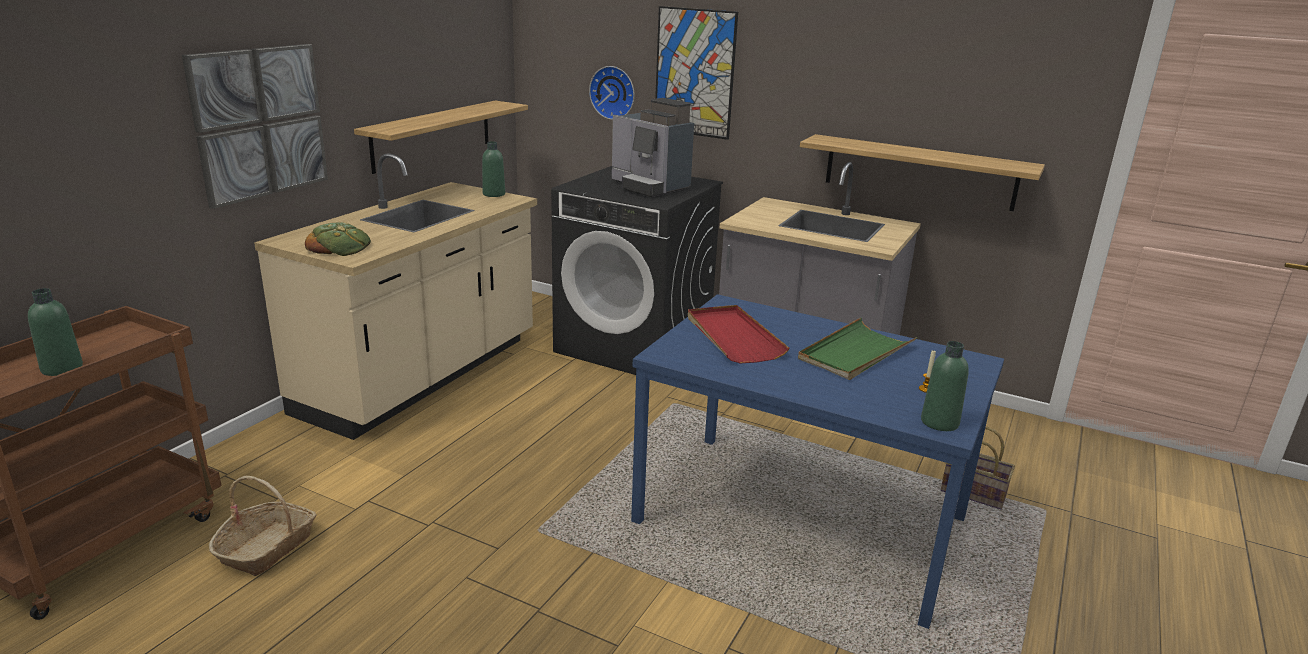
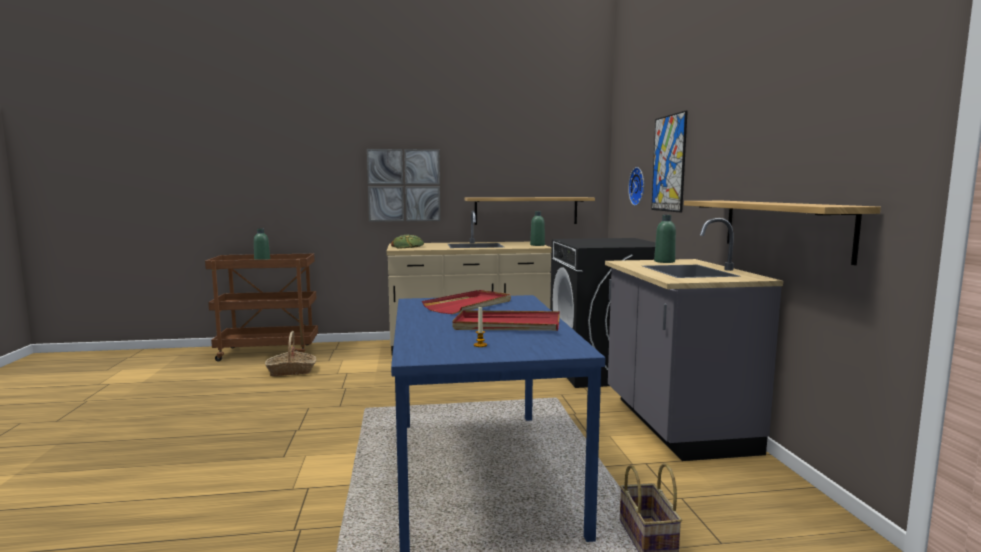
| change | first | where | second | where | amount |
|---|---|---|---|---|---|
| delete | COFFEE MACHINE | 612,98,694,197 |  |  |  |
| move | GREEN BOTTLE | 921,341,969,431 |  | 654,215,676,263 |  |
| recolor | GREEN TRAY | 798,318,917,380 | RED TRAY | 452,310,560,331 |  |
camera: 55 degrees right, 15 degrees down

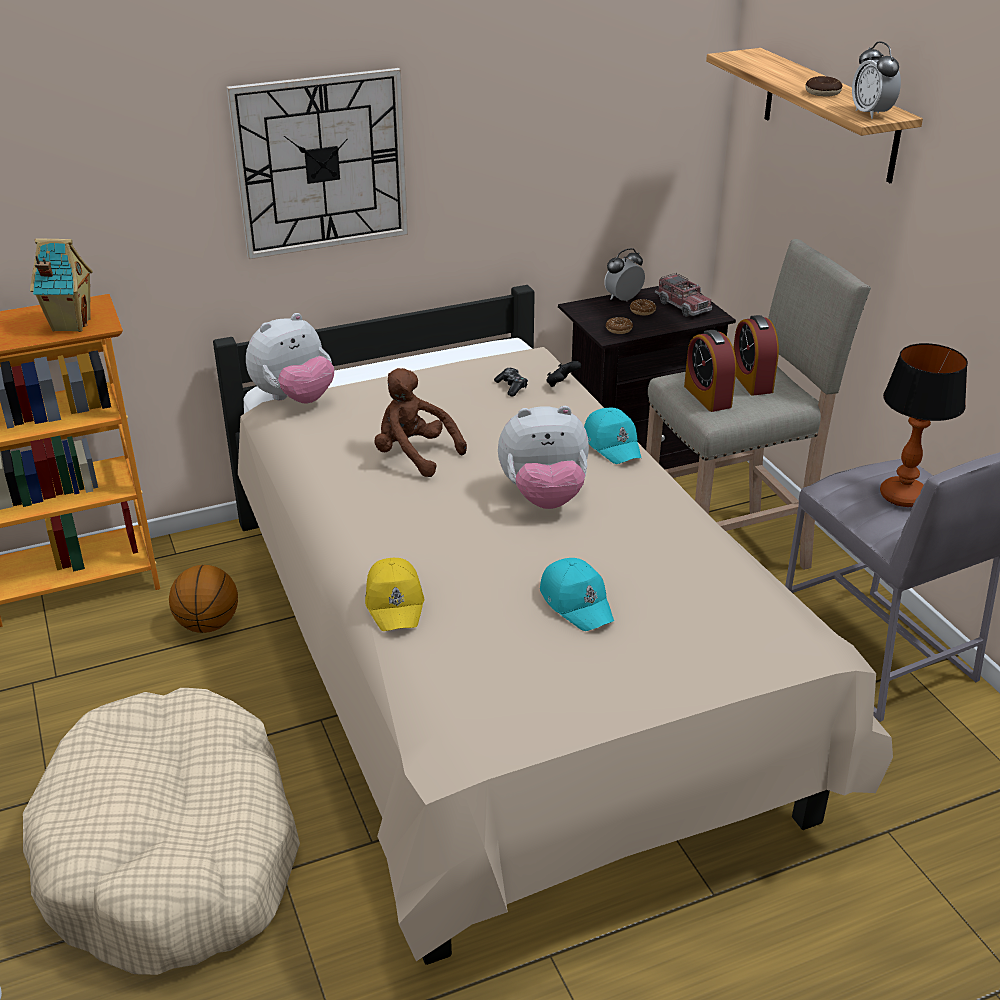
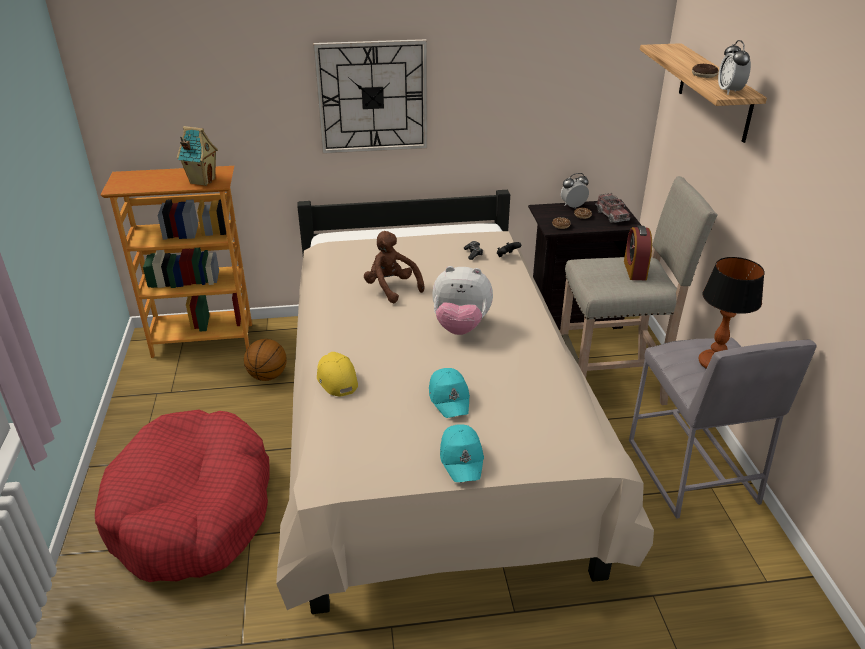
| change | first | where | second | where | amount |
|---|---|---|---|---|---|
| delete | PLUSH TOY | 246,313,334,404 |  |  |  |
| delete | ALARM CLOCK | 684,330,736,412 |  |  |  |
| move | TURQUOISE CAP | 584,408,641,464 |  | 440,424,484,482 |  |
| recolor | BEIGE DOG BED | 23,688,300,975 | RED DOG BED | 95,409,269,582 |  |
| rotate | YELLOW CAP | 365,558,424,631 |  | 317,352,358,397 | 150 degrees clockwise |
camera: 15 degrees right, 0 degrees up

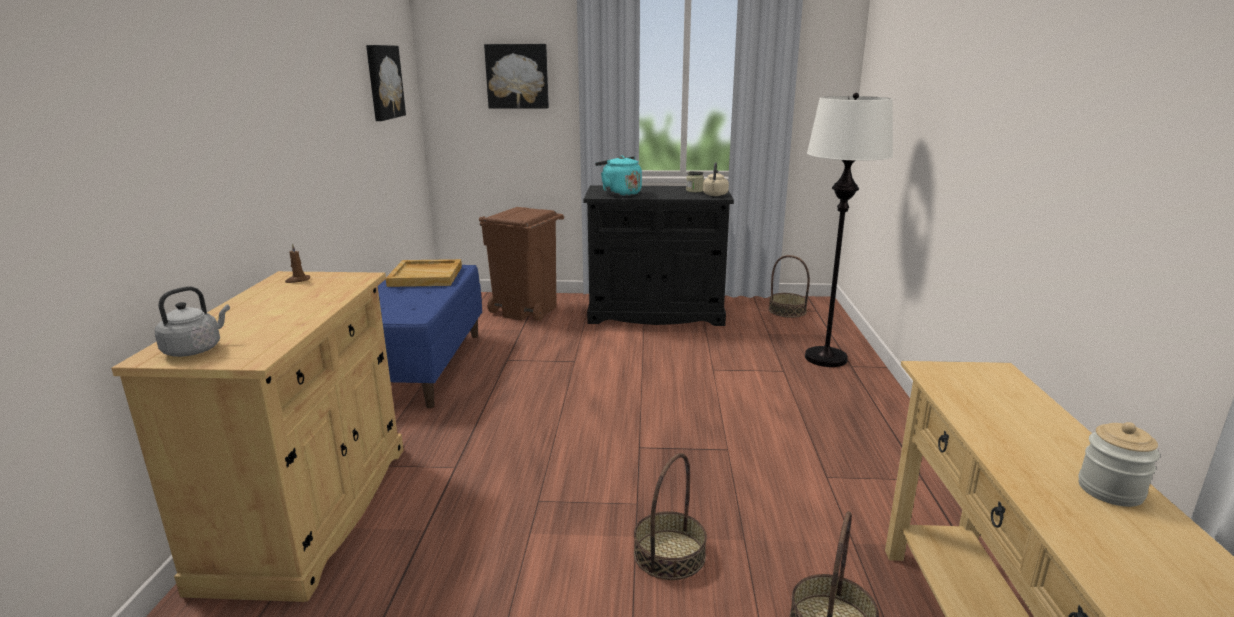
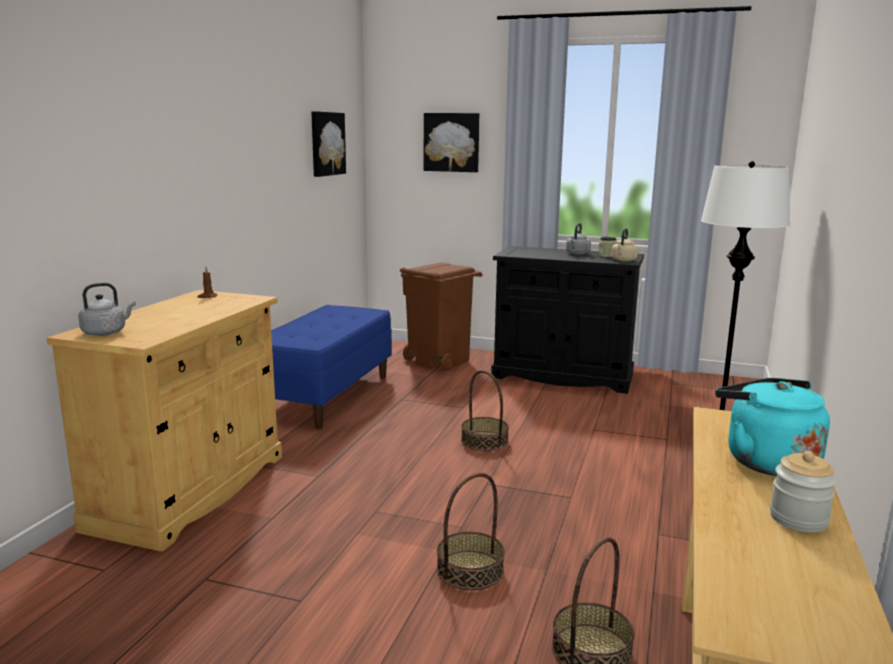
| change | first | where | second | where | amount |
|---|---|---|---|---|---|
| delete | BEIGE TRAY | 386,259,462,287 |  |  |  |
| insert |  |  | GREY KETTLE | 566,223,591,255 |  |
| move | TURQUOISE KETTLE | 595,156,642,196 |  | 715,378,830,476 |  |
| move | BASKET | 769,255,810,318 |  | 461,370,509,451 |  |
camera: 15 degrees right, 5 degrees down

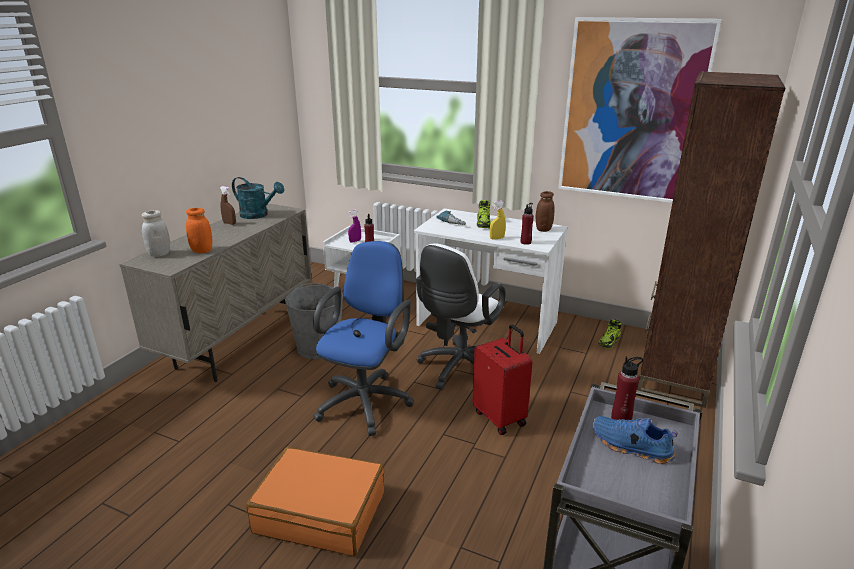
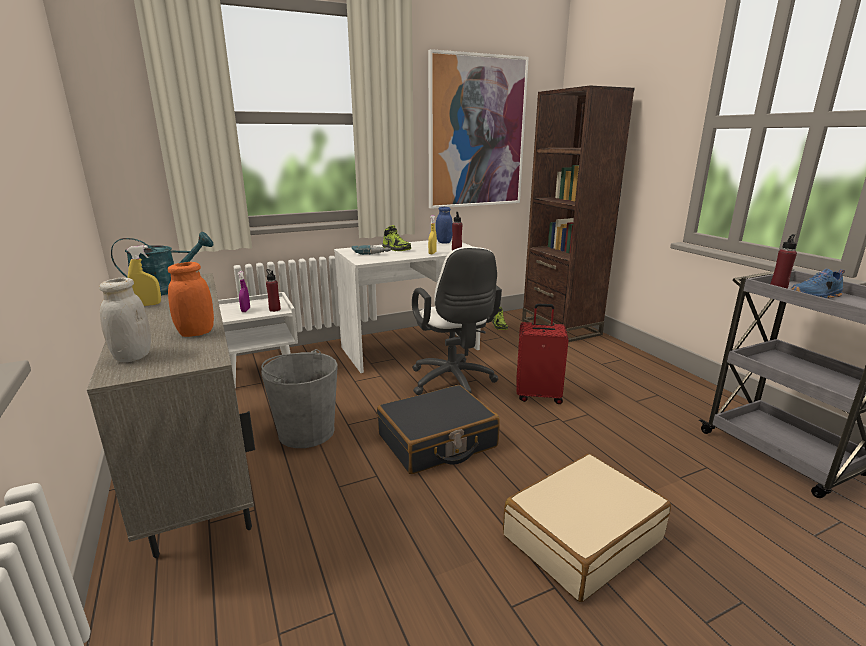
| change | first | where | second | where | amount |
|---|---|---|---|---|---|
| replace | BLUE OFFICE CHAIR | 313,241,414,436 | BLACK SUITCASE | 377,385,500,474 |  |
| recolor | BROWN SPRAY BOTTLE | 220,186,236,225 | YELLOW SPRAY BOTTLE | 126,245,161,306 |  |
| recolor | ORANGE SUITCASE | 246,447,384,556 | BEIGE SUITCASE | 503,454,671,602 |  |
| recolor | BROWN JAR | 536,191,555,232 | BLUE JAR | 436,207,453,243 |  |
camera: 50 degrees left, 5 degrees down

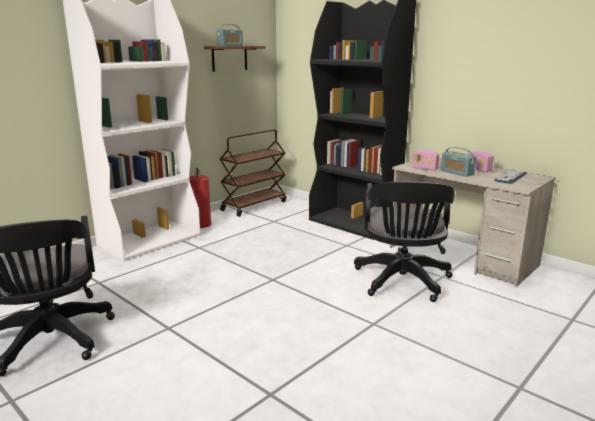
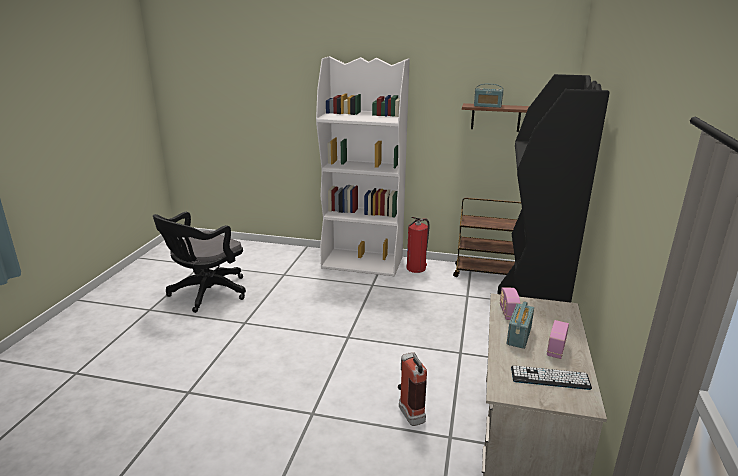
| change | first | where | second | where | amount |
|---|---|---|---|---|---|
| replace | BLACK OFFICE CHAIR | 354,181,455,302 | FIRE EXTINGUISHER | 398,352,427,426 |  |
camera: 60 degrees right, 5 degrees up

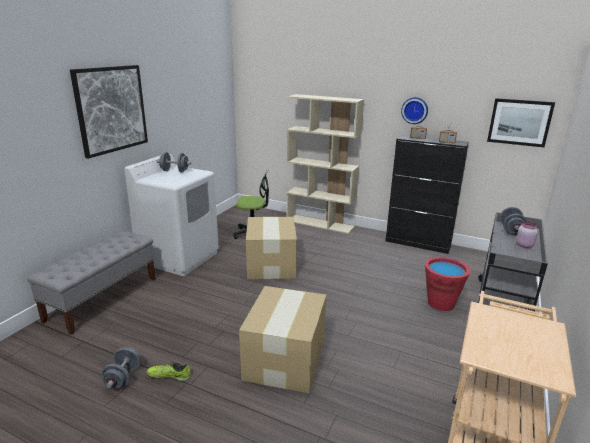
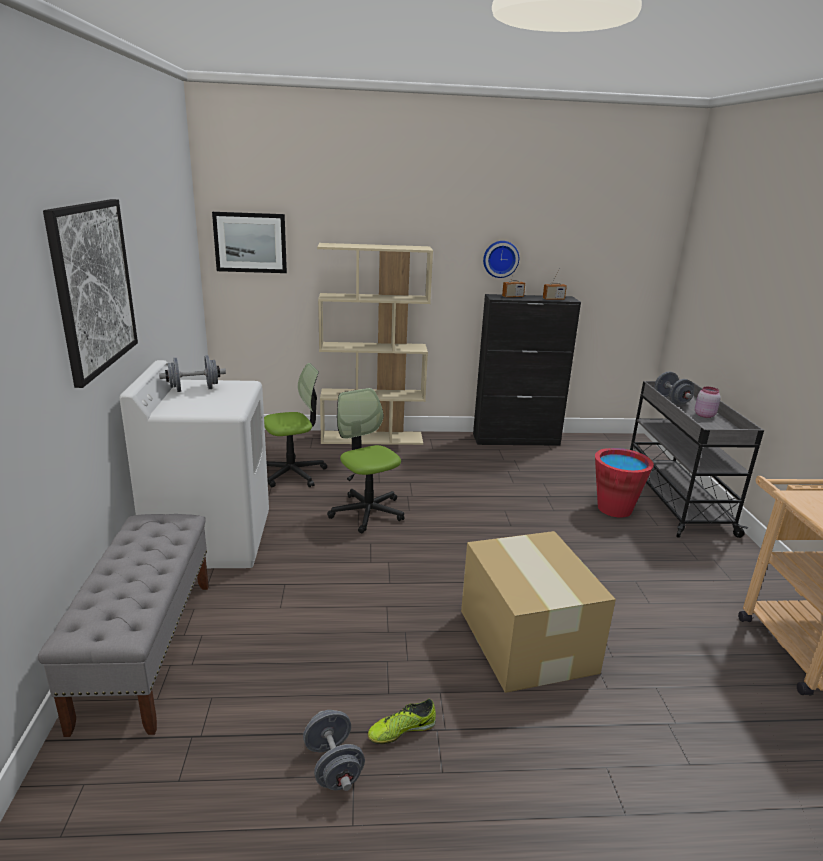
| change | first | where | second | where | amount |
|---|---|---|---|---|---|
| move | PICTURE | 487,98,555,147 |  | 212,212,287,273 |  |
| replace | CARDBOARD BOX | 246,217,297,279 | OFFICE CHAIR | 327,388,404,533 |  |
camera: 30 degrees left, 0 degrees up

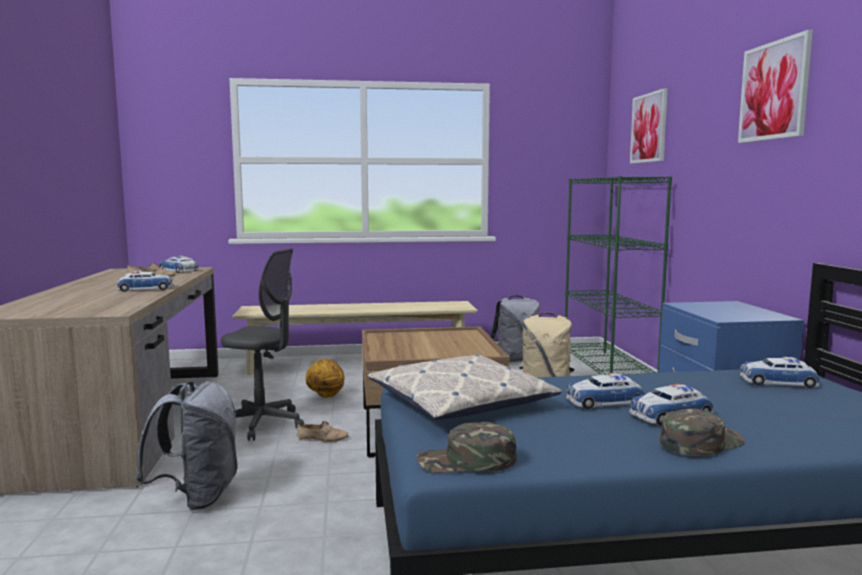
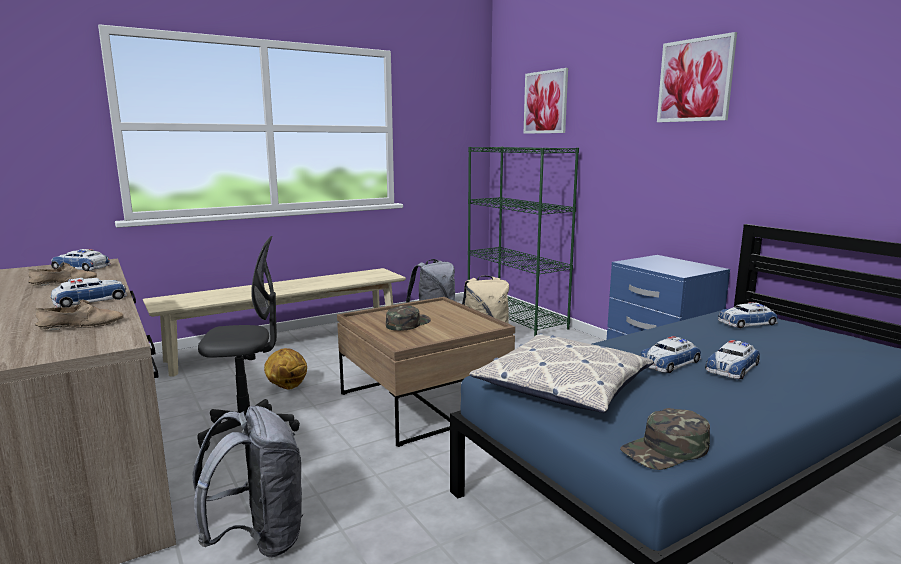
| change | first | where | second | where | amount |
|---|---|---|---|---|---|
| move | BEIGE SHOE | 296,421,348,442 |  | 35,299,123,331 |  |
| move | GREEN CAP | 660,408,744,456 |  | 386,305,431,331 |  |
camera: 25 degrees left, 5 degrees up

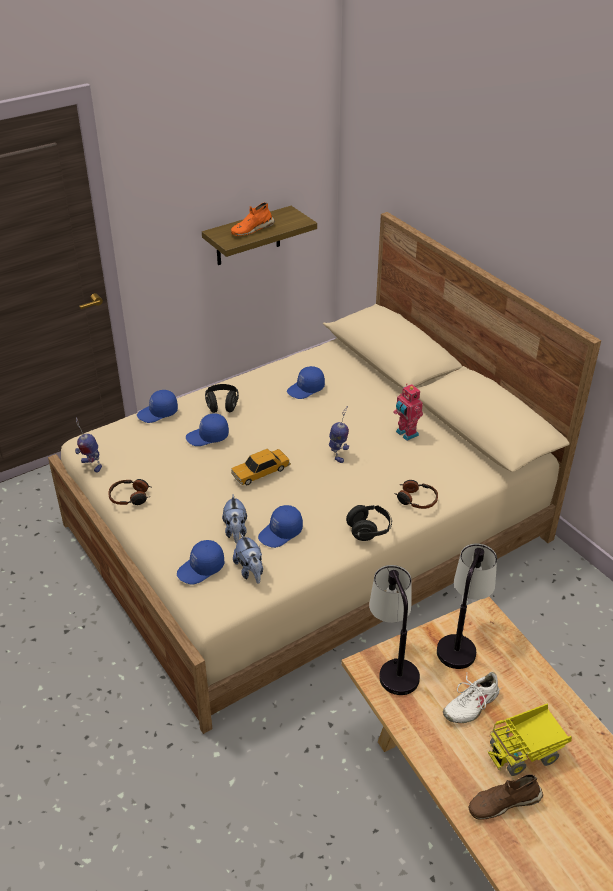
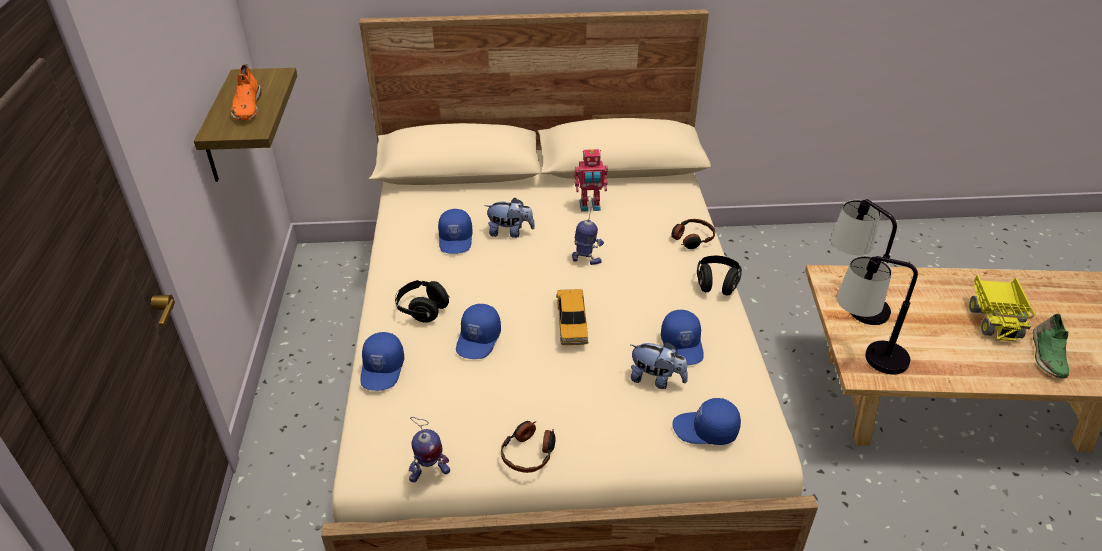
| change | first | where | second | where | amount |
|---|---|---|---|---|---|
| delete | WHITE SHOE | 443,672,500,723 |  |  |  |
| move | PLUSH TOY | 233,534,263,584 |  | 484,198,535,238 |  |
| recolor | BROWN SHOE | 468,774,543,819 | GREEN SHOE | 1033,313,1069,378 |  |
| rotate | BLUE CAP | 177,540,224,585 |  | 673,398,741,445 | 105 degrees clockwise |
camera: 60 degrees left, 0 degrees up

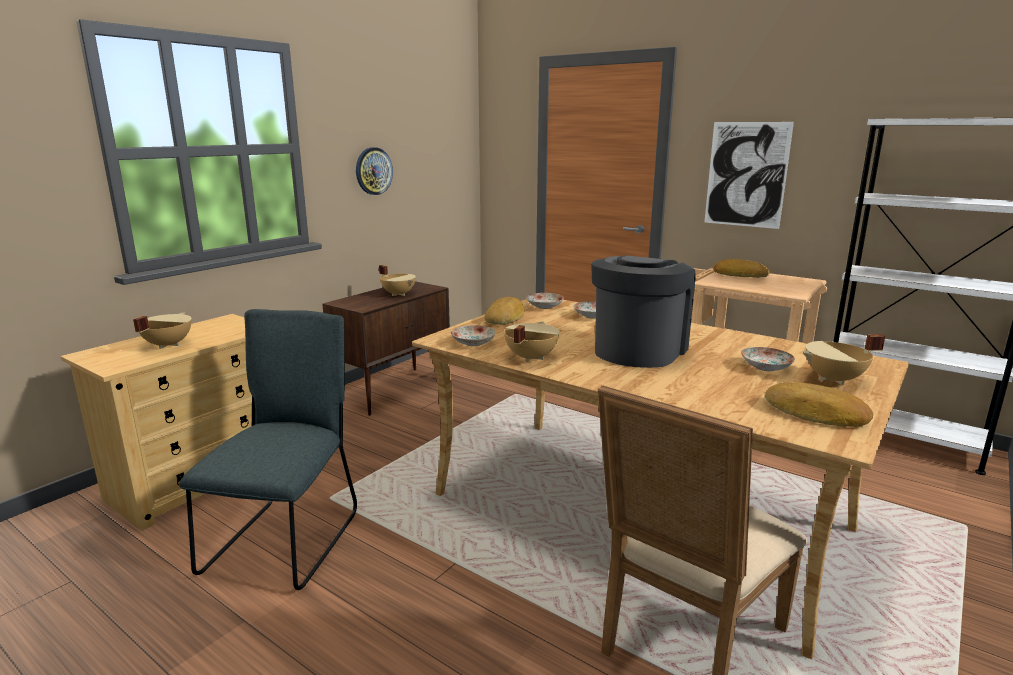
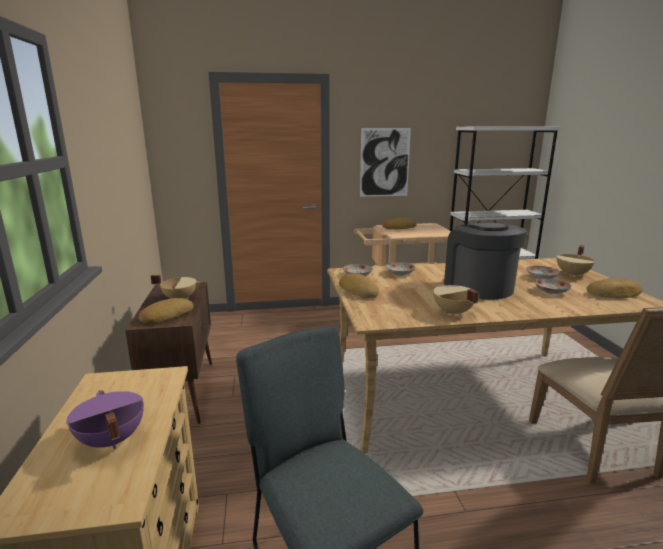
| change | first | where | second | where | amount |
|---|---|---|---|---|---|
| delete | WALL CLOCK | 356,147,393,195 |  |  |  |
| insert |  |  | BREAD | 139,298,194,324 |  |
| move | PLATE | 451,325,496,346 |  | 534,278,572,294 |  |
| recolor | BEIGE COOKING POT | 133,312,192,349 | PURPLE COOKING POT | 66,390,144,449 |  |
camera: 45 degrees left, 0 degrees up

